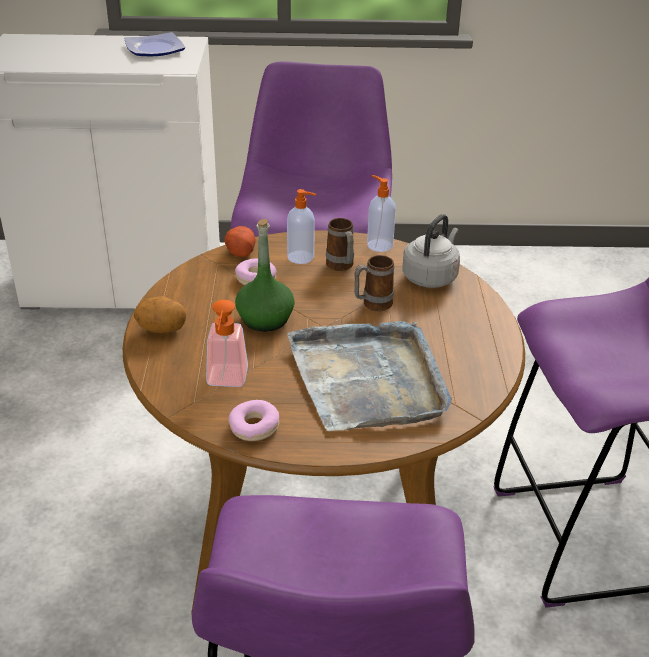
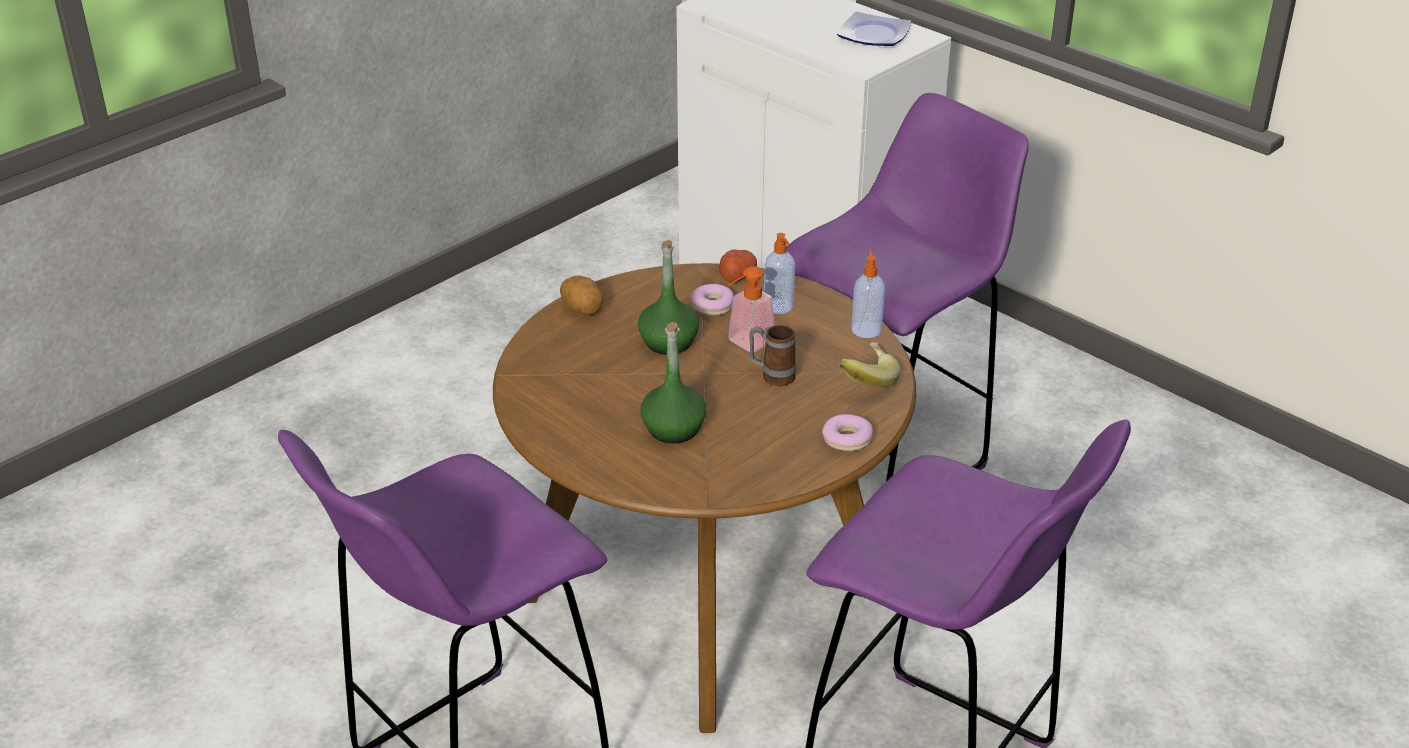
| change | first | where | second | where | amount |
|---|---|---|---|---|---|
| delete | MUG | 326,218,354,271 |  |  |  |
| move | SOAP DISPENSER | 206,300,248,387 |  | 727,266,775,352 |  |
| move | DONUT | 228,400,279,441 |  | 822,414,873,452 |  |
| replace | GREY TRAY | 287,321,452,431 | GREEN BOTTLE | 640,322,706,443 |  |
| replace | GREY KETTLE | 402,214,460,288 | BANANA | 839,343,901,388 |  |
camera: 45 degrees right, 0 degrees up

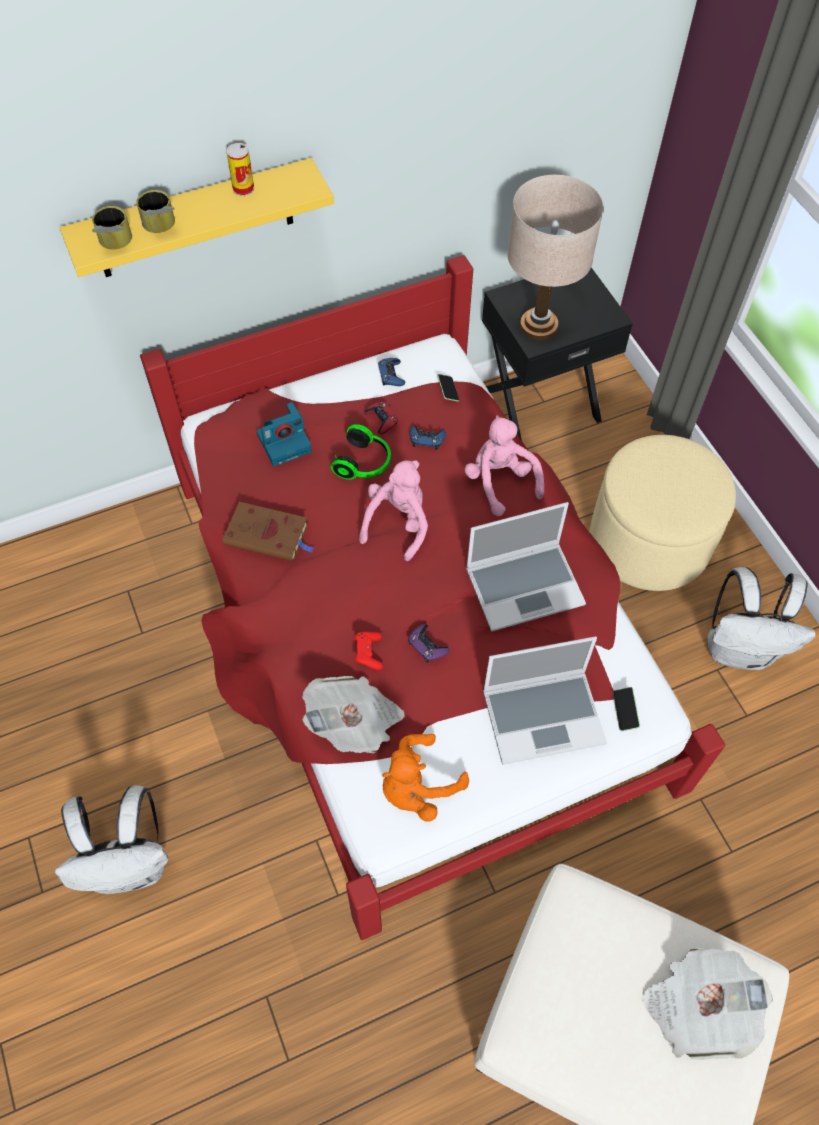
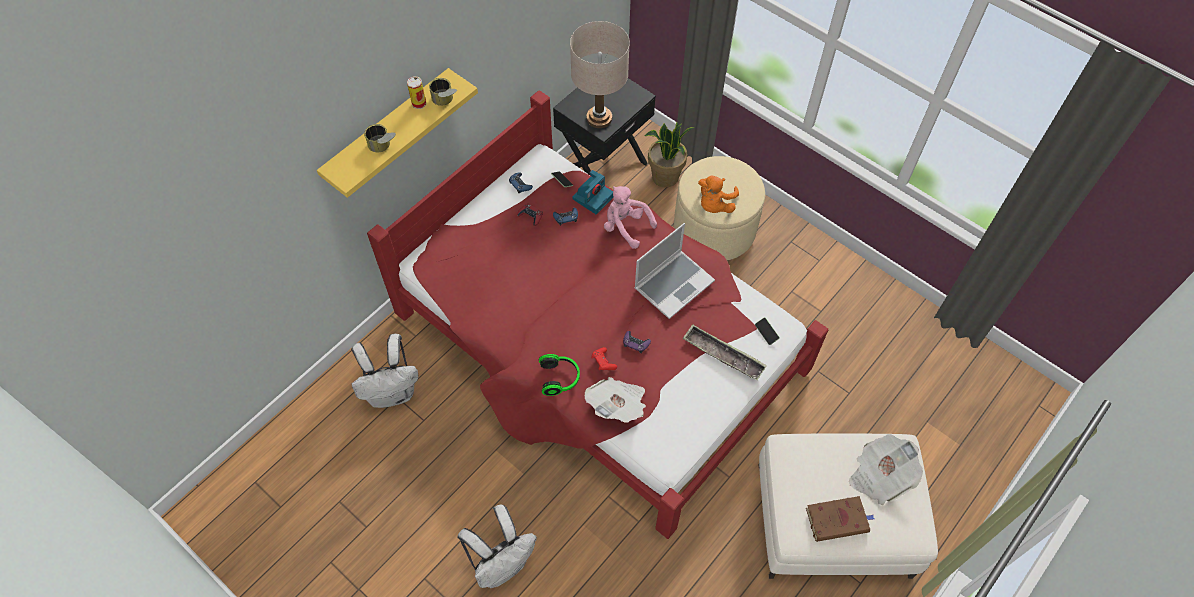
| change | first | where | second | where | amount |
|---|---|---|---|---|---|
| delete | PINK PLUSH TOY | 359,460,428,561 |  |  |  |
| insert |  |  | POTTED PLANT | 645,121,695,187 |  |
| move | CAN | 92,206,132,249 |  | 429,78,457,106 |  |
| move | BROWN BOOK | 223,502,314,561 |  | 806,496,875,542 |  |
| move | PHOTO CAMERA | 256,402,312,466 |  | 572,170,613,214 |  |
| move | HEADPHONES | 331,424,391,480 |  | 539,354,580,396 |  |
| move | ORANGE PLUSH TOY | 382,734,469,822 |  | 698,176,739,213 |  |
| move | WHITE BACKPACK | 708,567,816,670 |  | 351,334,418,408 |  |
| replace | LAPTOP | 483,636,607,765 | TRAY | 683,324,767,380 |  |
camera: 25 degrees left, 0 degrees up

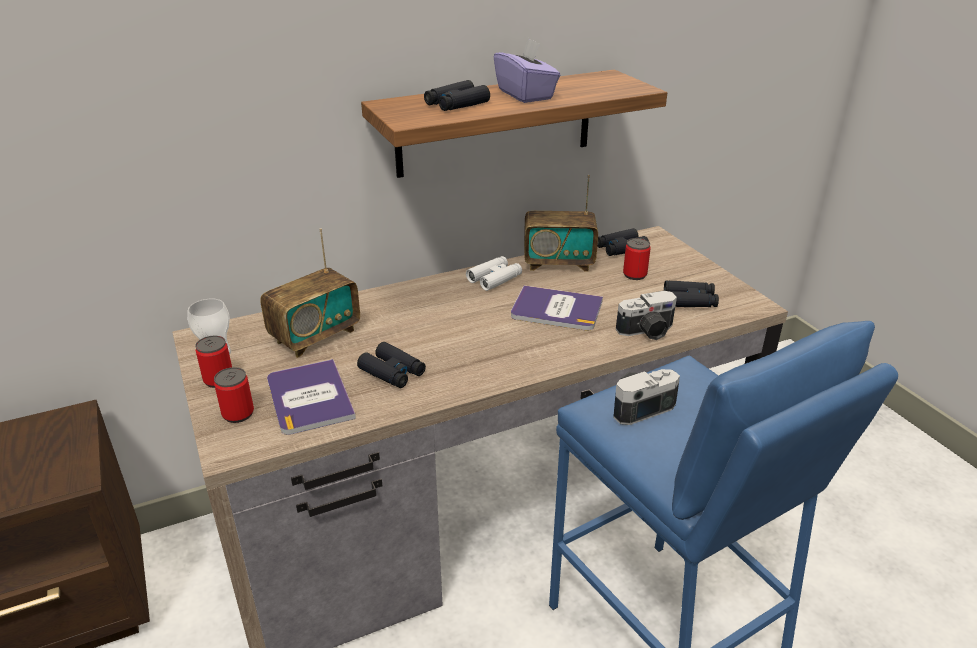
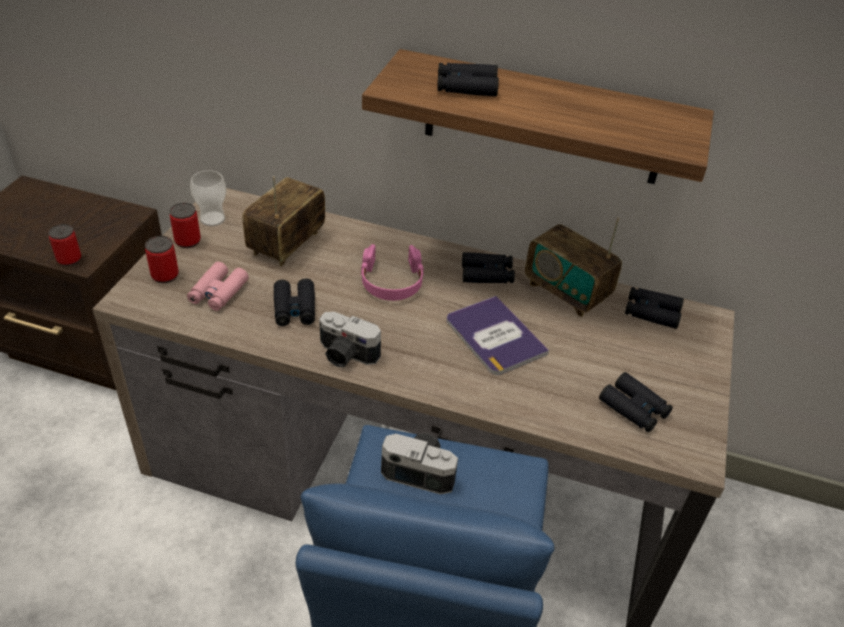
| change | first | where | second | where | amount |
|---|---|---|---|---|---|
| delete | PURPLE TISSUE BOX | 494,38,560,103 |  |  |  |
| insert |  |  | PINK HEADPHONES | 361,244,424,301 |  |
| move | PHOTO CAMERA | 616,291,677,340 |  | 319,312,381,367 |  |
| move | CAN | 623,238,651,280 |  | 48,224,81,266 |  |
| replace | BOOK | 267,359,356,435 | PINK BINOCULARS | 187,262,249,311 |  |
| recolor | WHITE BINOCULARS | 466,256,522,291 | BLACK BINOCULARS | 462,252,515,283 |  |
| rotate | RADIO | 261,228,360,358 |  | 242,176,325,266 | 120 degrees clockwise |
camera: 40 degrees right, 10 degrees up

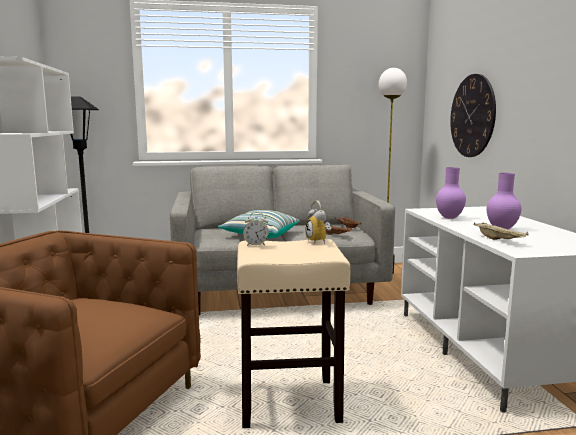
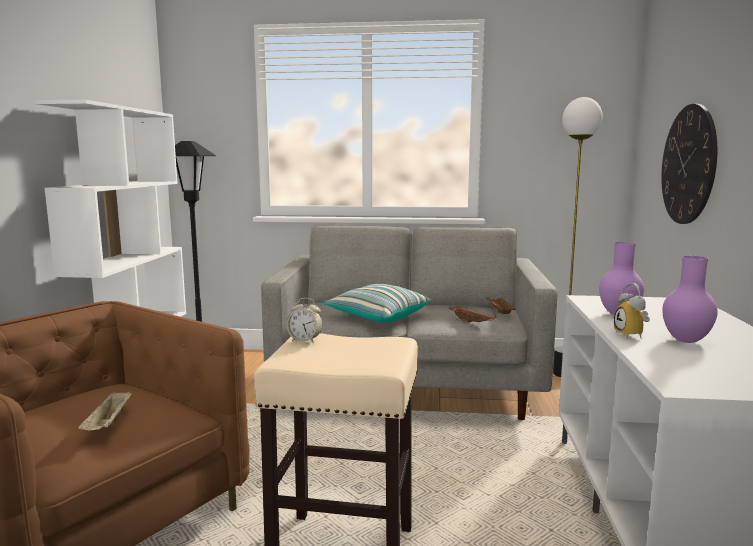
| change | first | where | second | where | amount |
|---|---|---|---|---|---|
| move | ALARM CLOCK | 306,201,331,244 |  | 614,283,650,340 |  |
| move | BEIGE TRAY | 473,222,529,240 |  | 78,391,132,431 |  |
camera: 15 degrees right, 0 degrees up

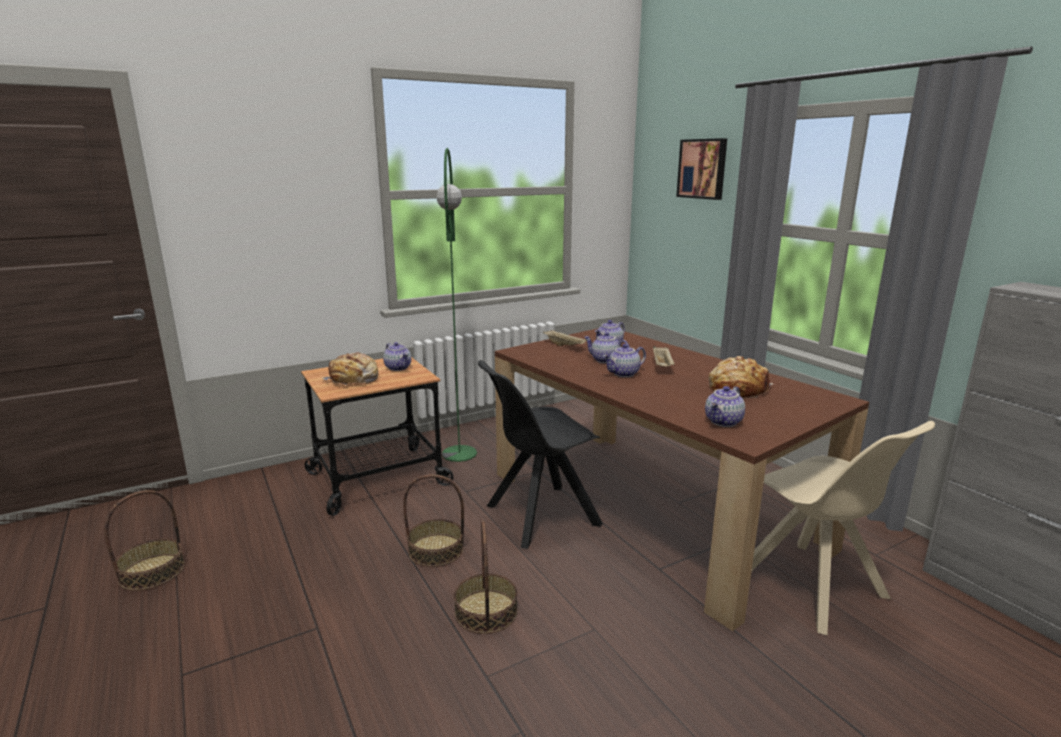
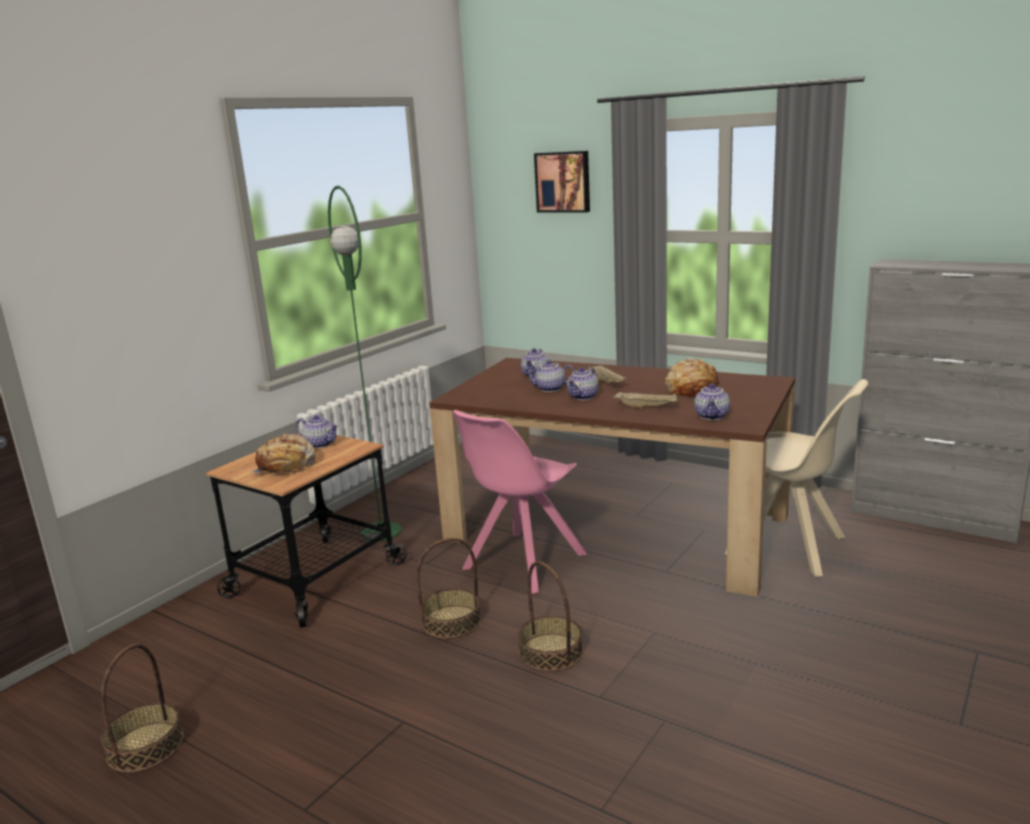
| change | first | where | second | where | amount |
|---|---|---|---|---|---|
| move | BEIGE TRAY | 543,330,587,346 |  | 614,391,677,409 |  |
| recolor | BLACK CHAIR | 478,360,603,549 | PINK CHAIR | 453,410,587,594 |  |
camera: 25 degrees left, 0 degrees up

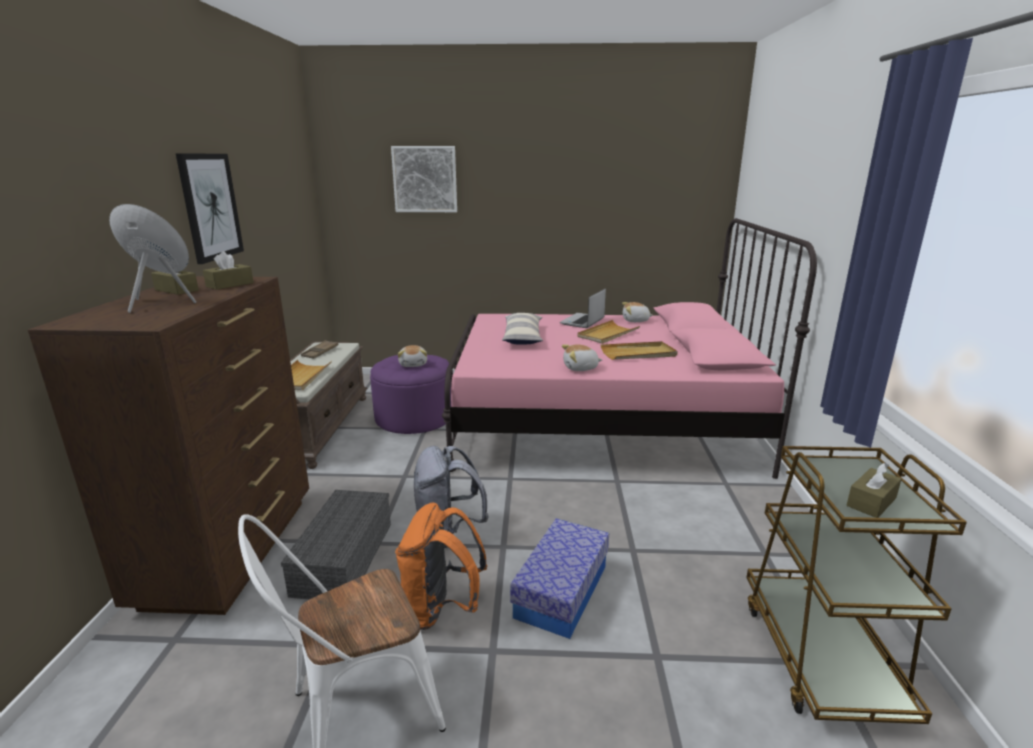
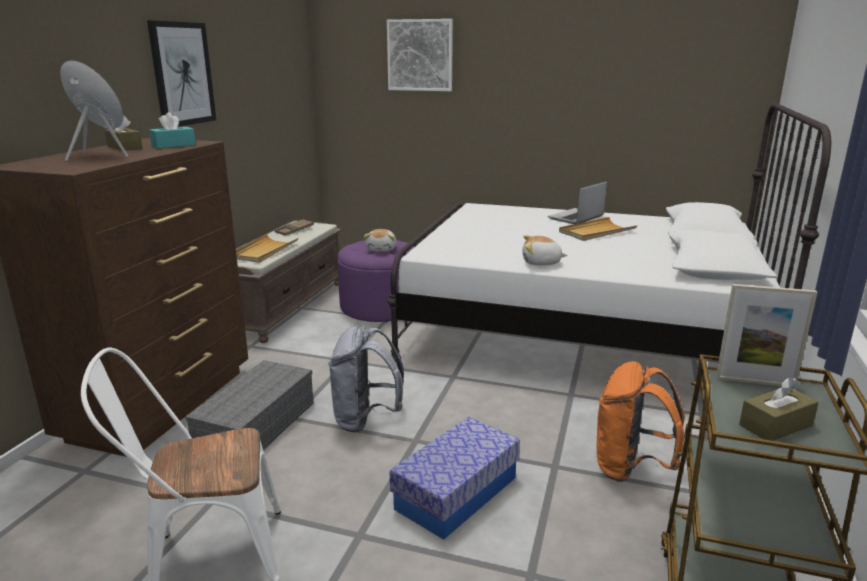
| change | first | where | second | where | amount |
|---|---|---|---|---|---|
| delete | PILLOW | 502,313,543,345 |  |  |  |
| delete | BEIGE TRAY | 601,341,678,360 |  |  |  |
| delete | PLUSH TOY | 622,302,653,322 |  |  |  |
| insert |  |  | PICTURE FRAME | 716,284,818,388 |  |
| move | ORANGE BACKPACK | 395,503,487,630 |  | 596,361,685,482 |  |
| recolor | BROWN TISSUE BOX | 203,251,254,290 | TURQUOISE TISSUE BOX | 149,112,196,148 |  |
| recolor | PINK BED | 442,218,817,479 | WHITE BED | 387,103,831,362 |  |
camera: 15 degrees right, 0 degrees up

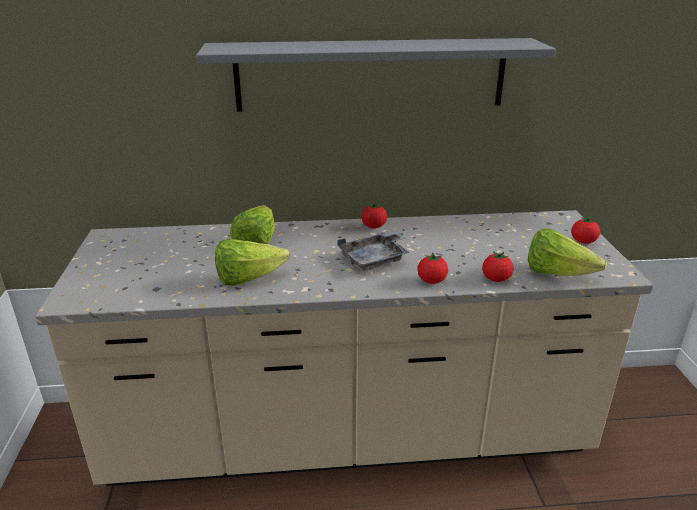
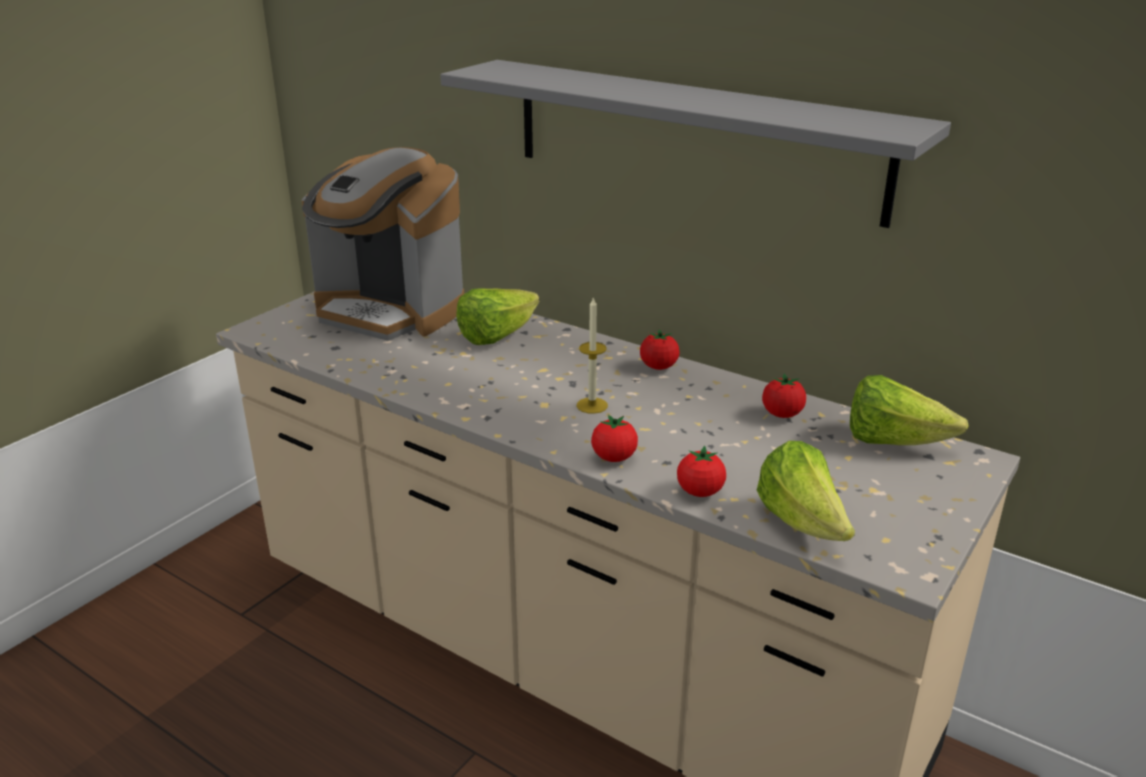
| change | first | where | second | where | amount |
|---|---|---|---|---|---|
| insert |  |  | COFFEE MACHINE | 302,147,464,341 |  |
| move | LETTUCE | 215,239,290,286 |  | 850,375,969,445 |  |
| move | TOMATO | 571,217,600,244 |  | 762,373,806,418 |  |
| replace | GREY TRAY | 337,232,410,271 | CANDLE | 577,296,608,414 |  |
camera: 40 degrees right, 0 degrees up

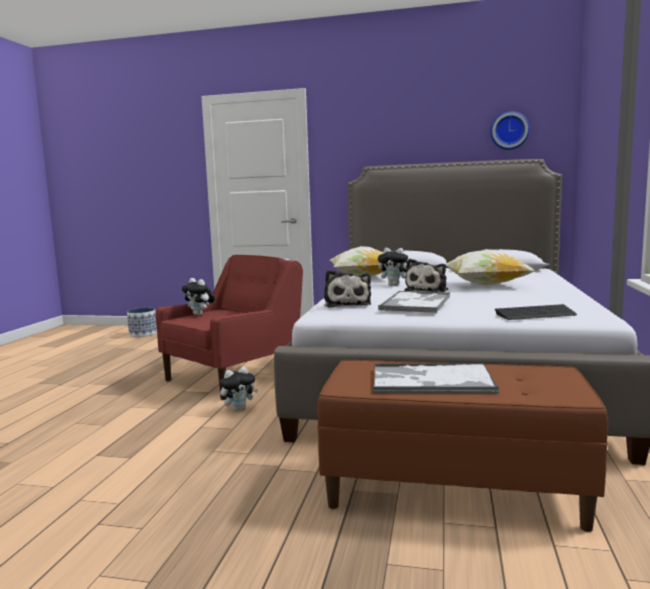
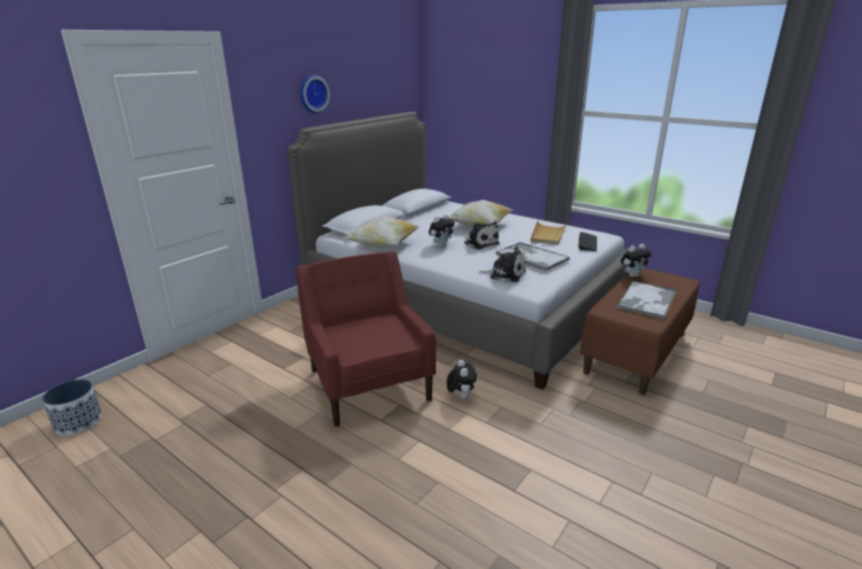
| change | first | where | second | where | amount |
|---|---|---|---|---|---|
| insert |  |  | BEIGE TRAY | 531,221,567,245 |  |
| move | PLUSH TOY | 182,278,215,316 |  | 621,244,652,277 |  |
| move | WALL CLOCK | 490,111,530,150 |  | 300,74,330,113 |  |
camera: 65 degrees left, 15 degrees up

